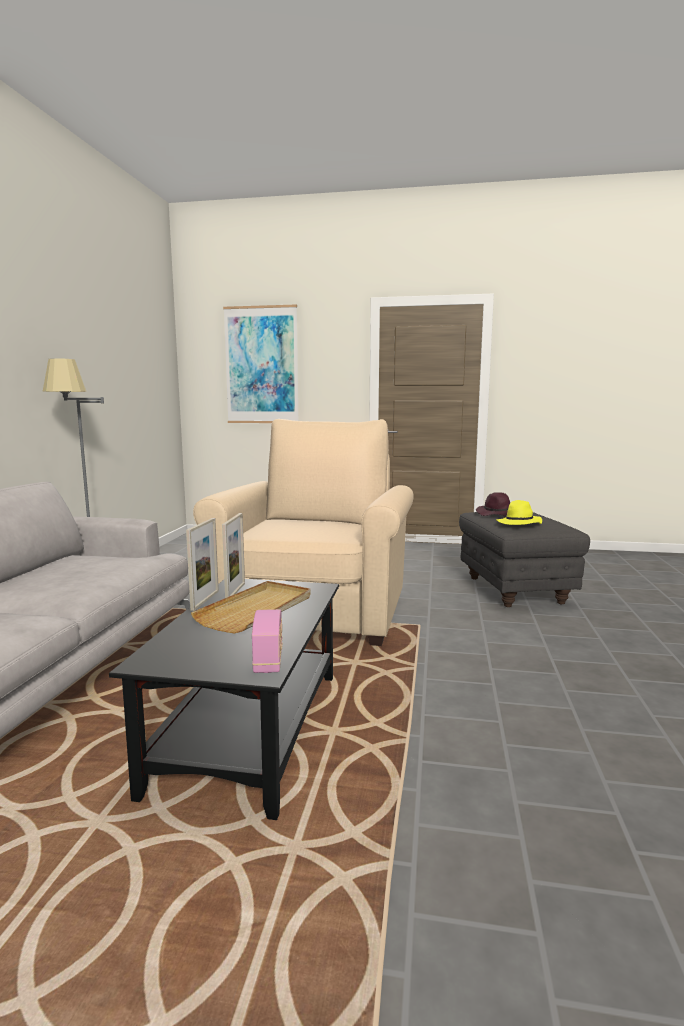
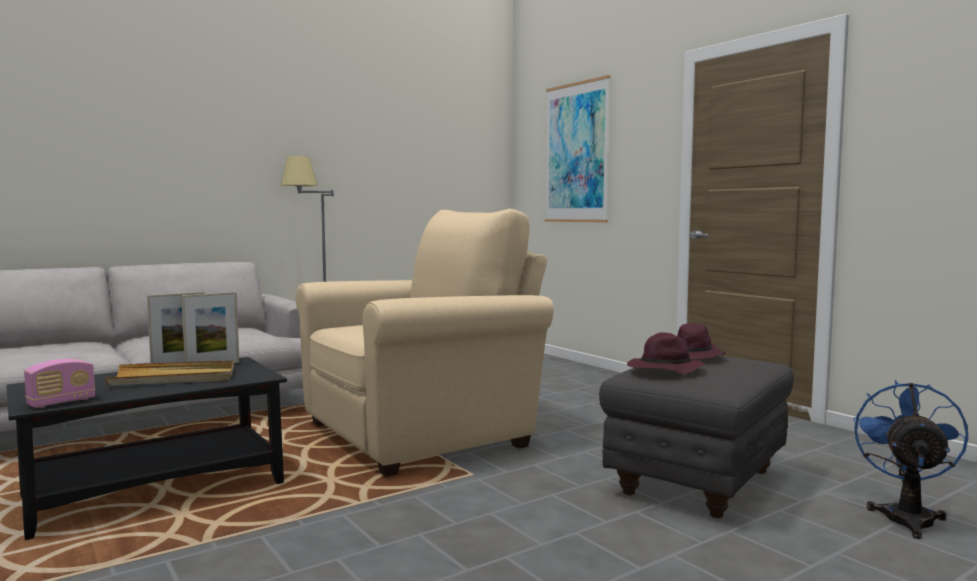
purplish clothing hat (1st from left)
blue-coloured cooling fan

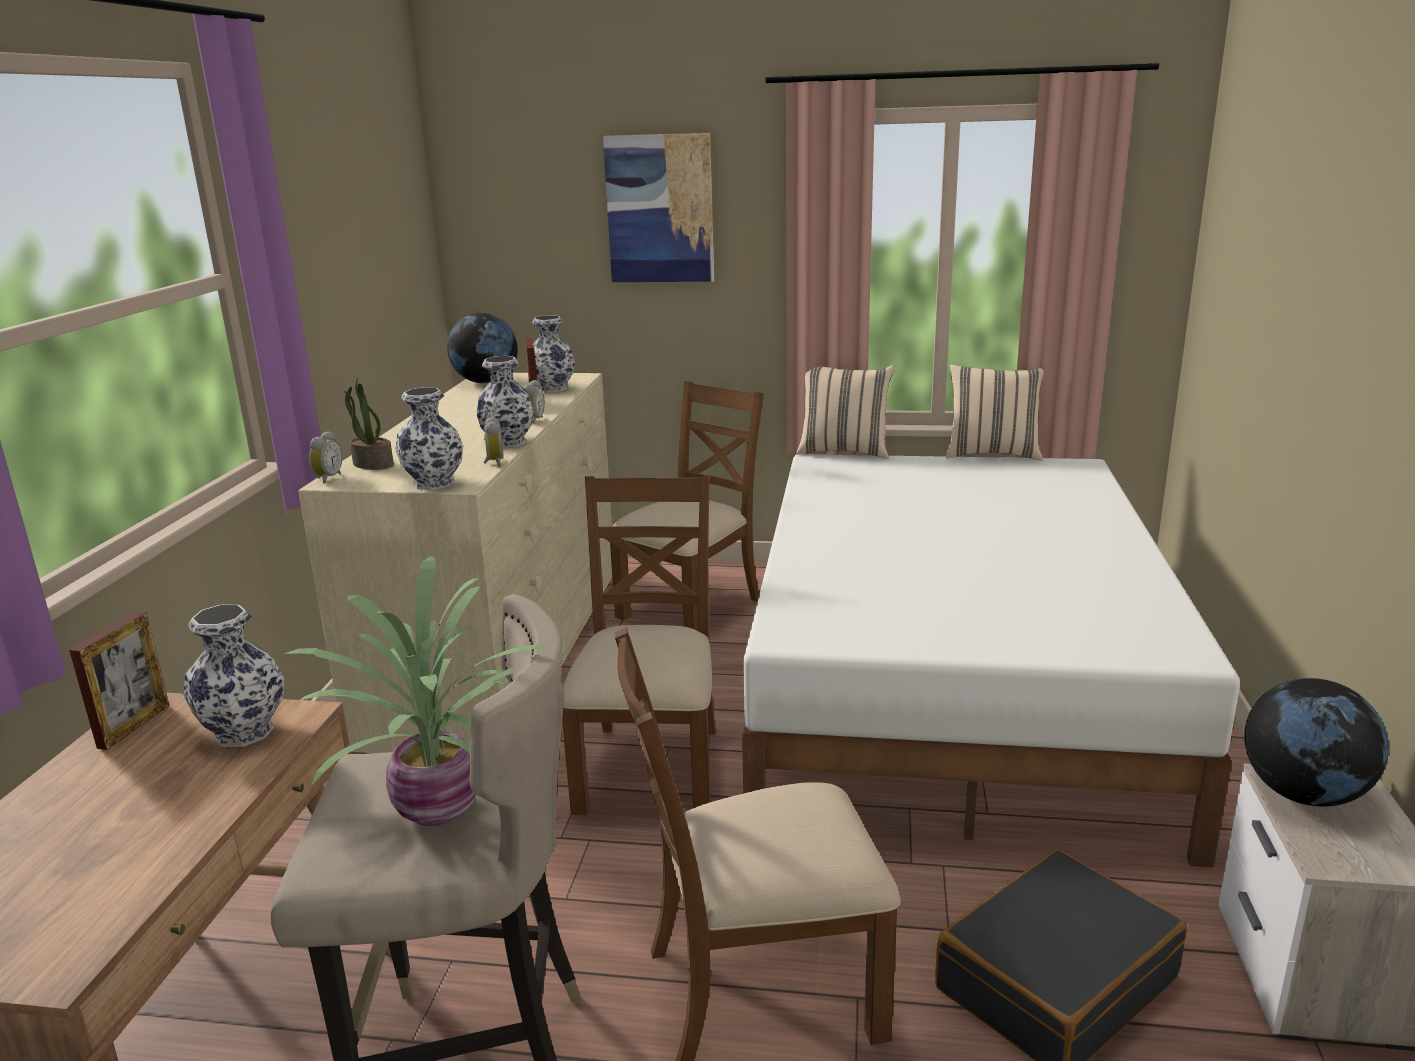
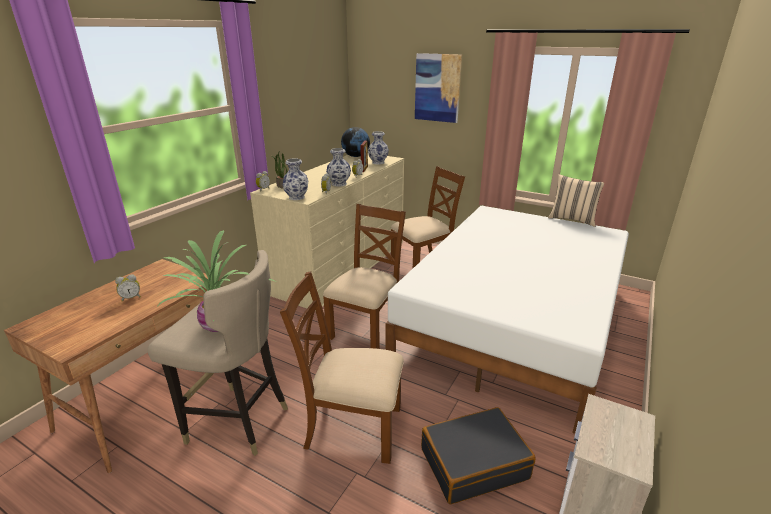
sand-coloured cushion (1st from left in the first image)
vase (1st from left in the first image)
picture frame (1st from left in the first image)
world globe (2nd from left in the first image)
alarm clock (1st from left)

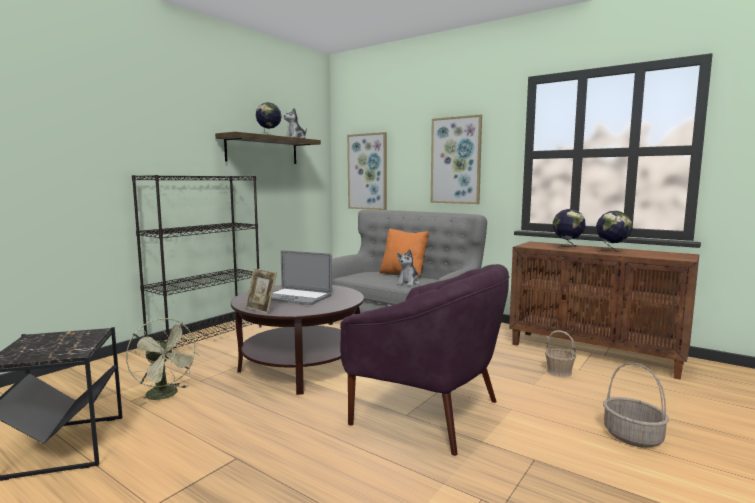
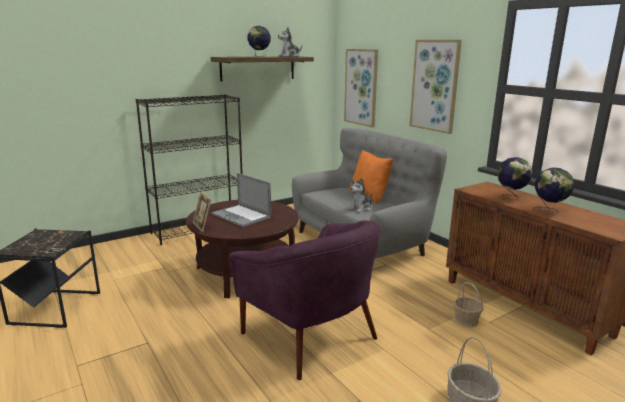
green-coloured cooling fan

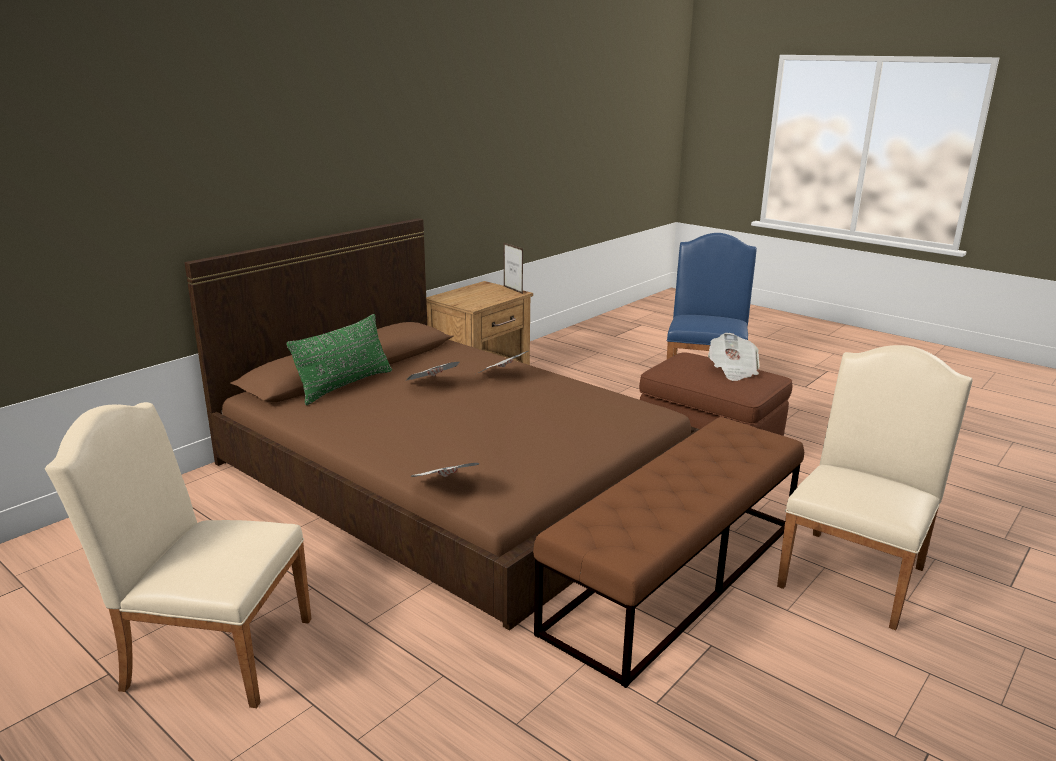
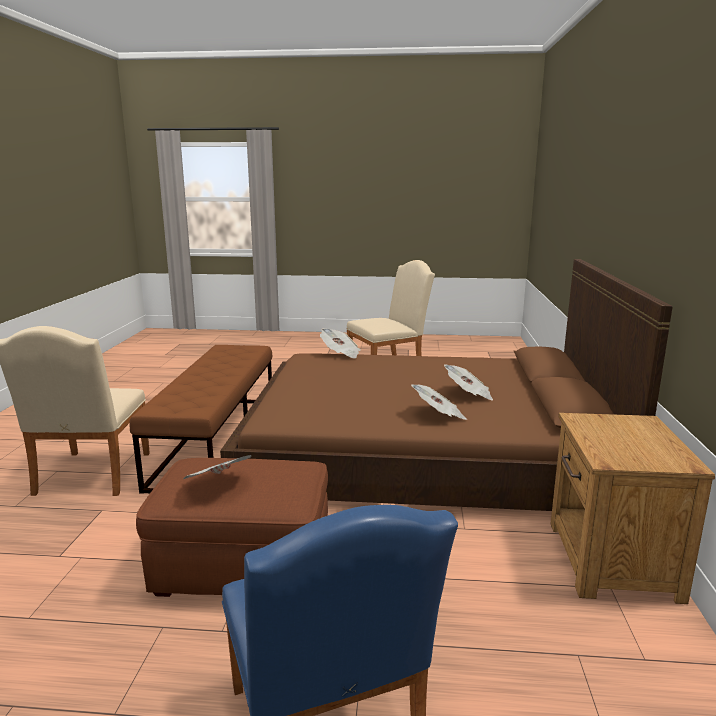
picture frame
green-coloured cushion

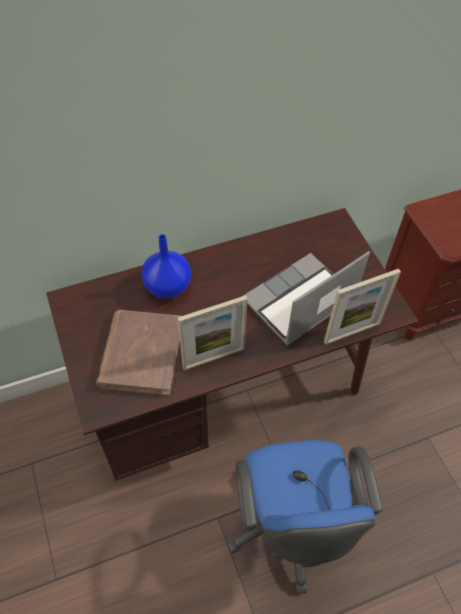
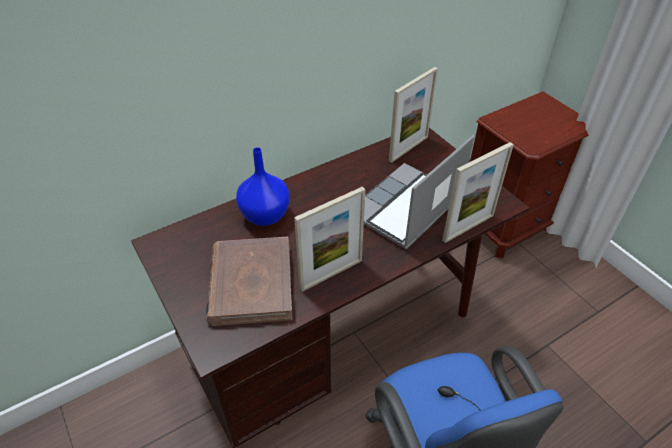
picture frame (2nd from left)

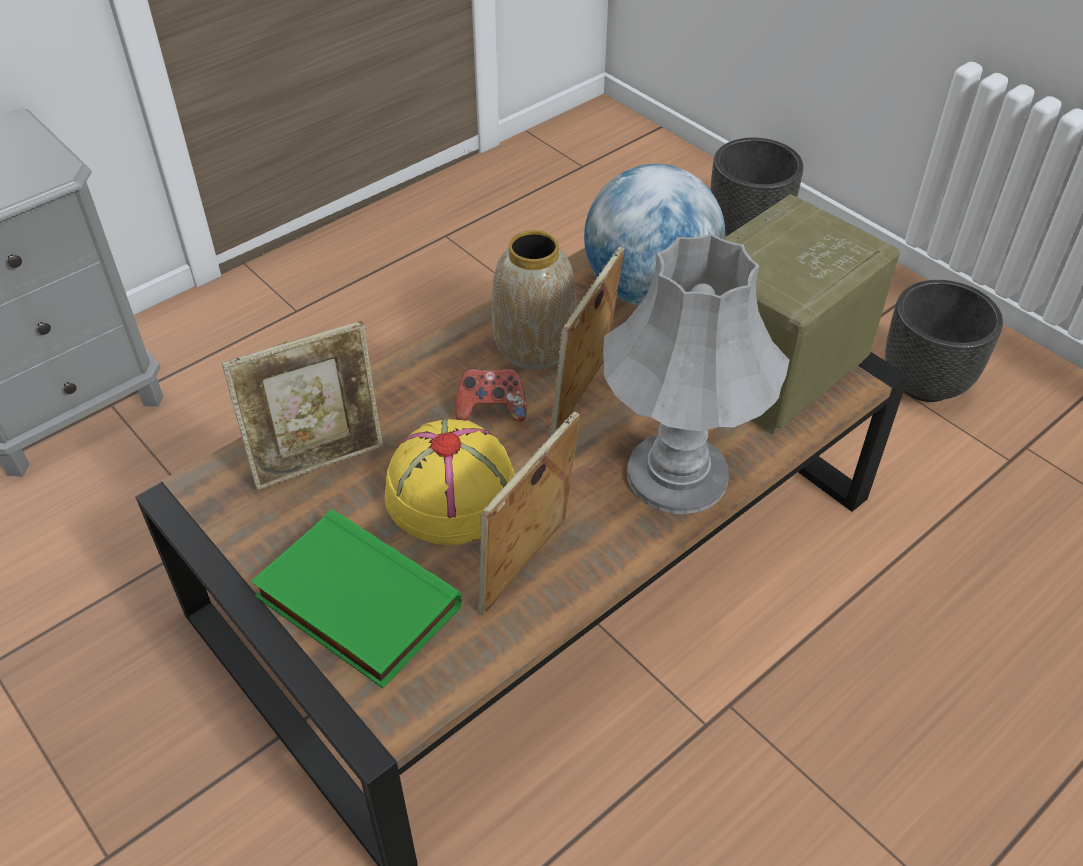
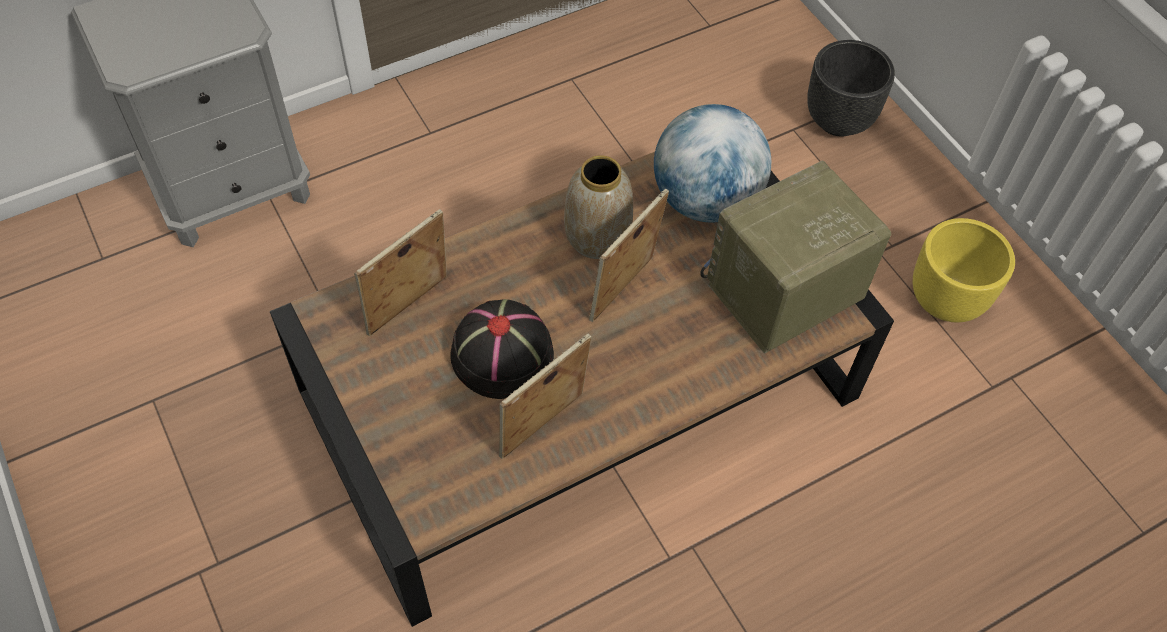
grey tabletop lamp
yellow plant pot
picture frame (1st from left)
gamepad
black-coloured clothing hat
green-coloured volume

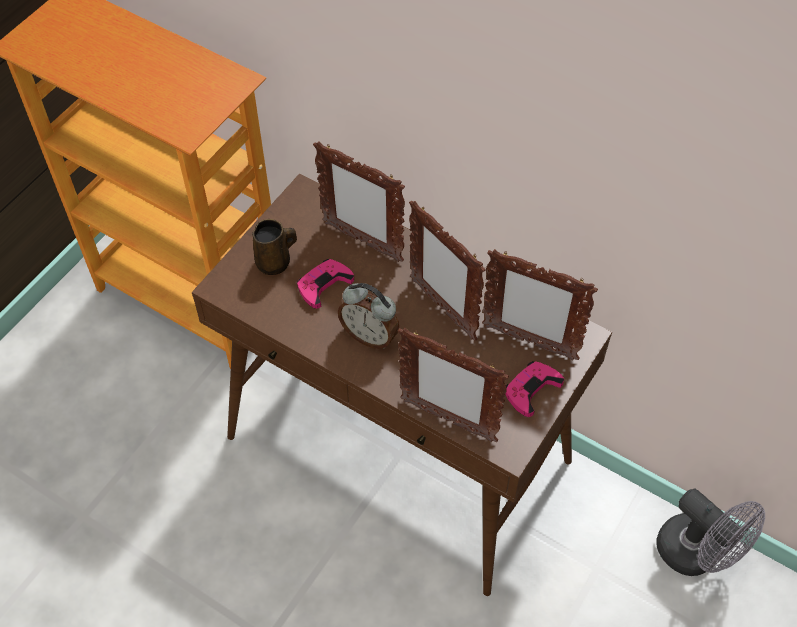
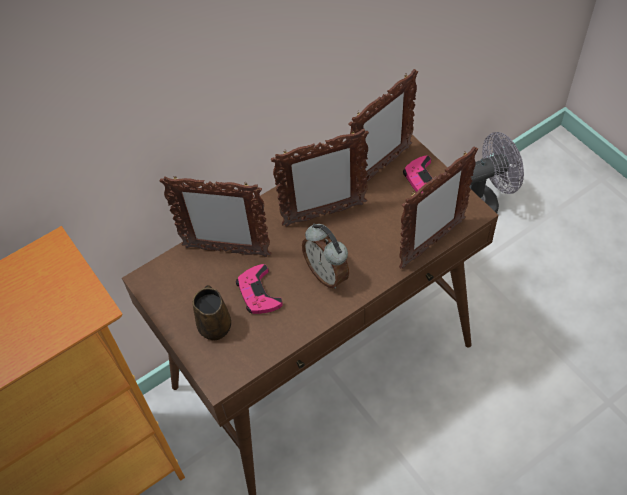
picture frame (1st from left)
alarm clock

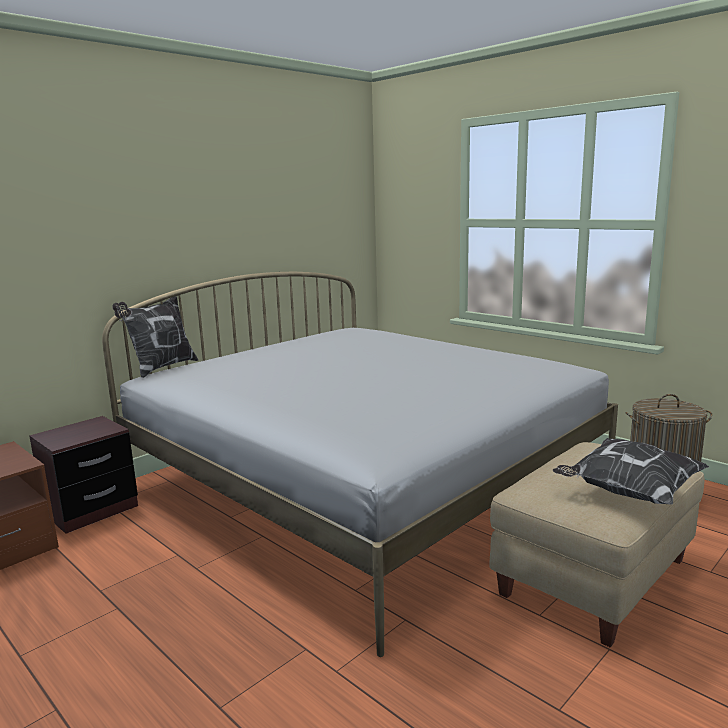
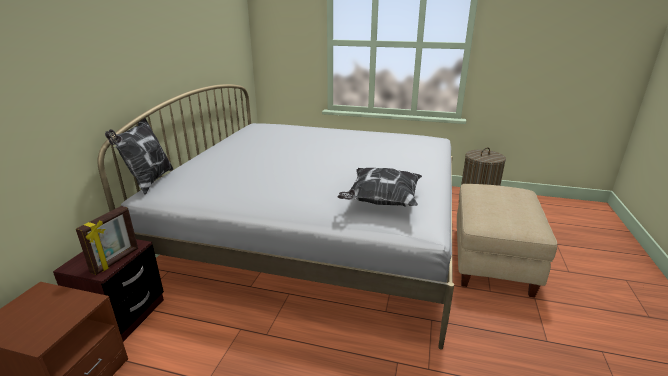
cushion (2nd from left)
picture frame

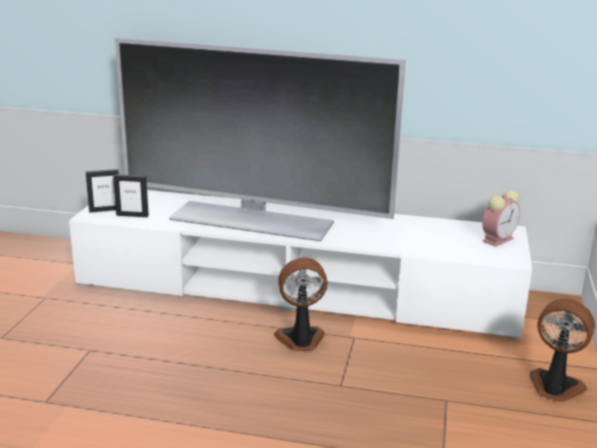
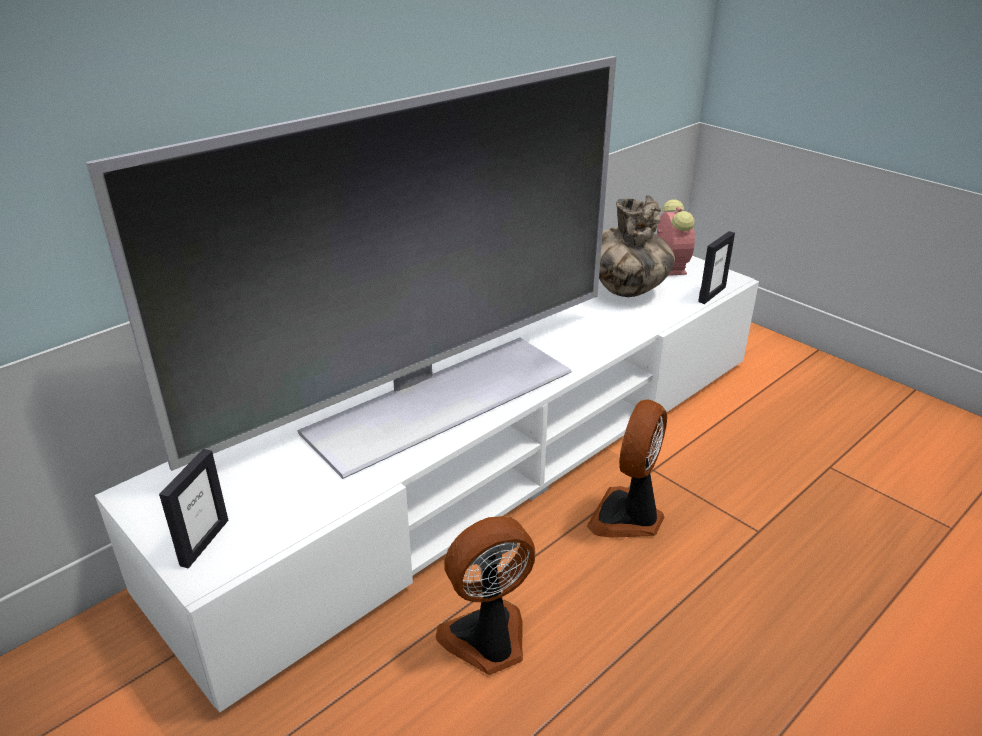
picture frame (2nd from left)
cooling fan (1st from left)
vase

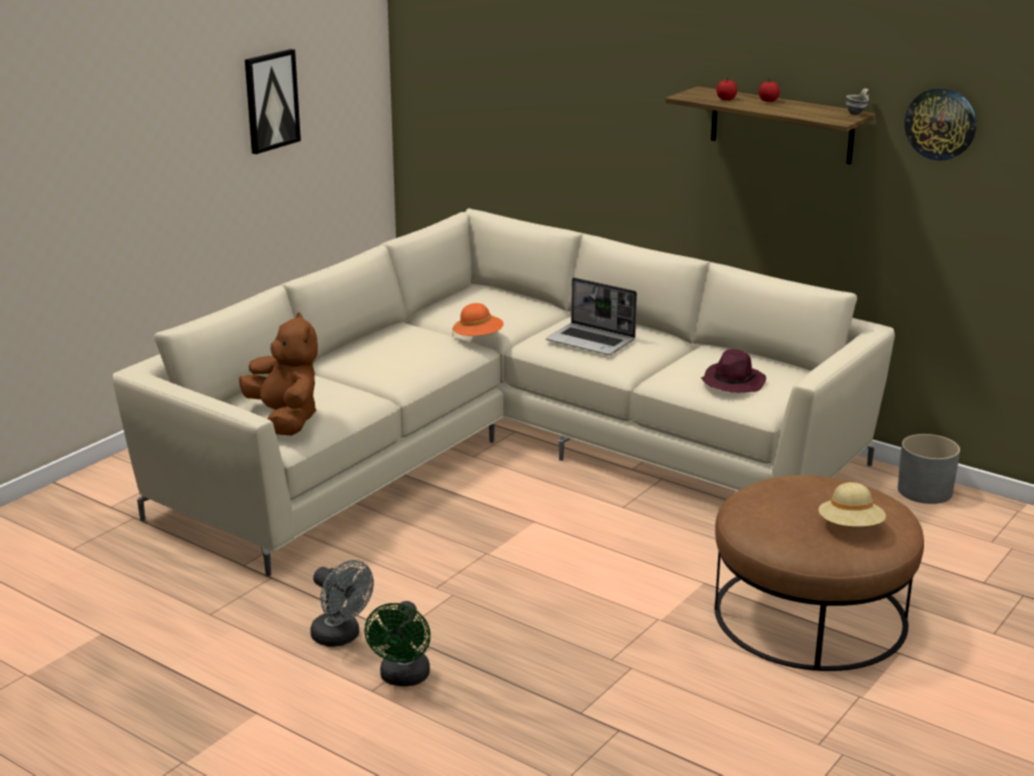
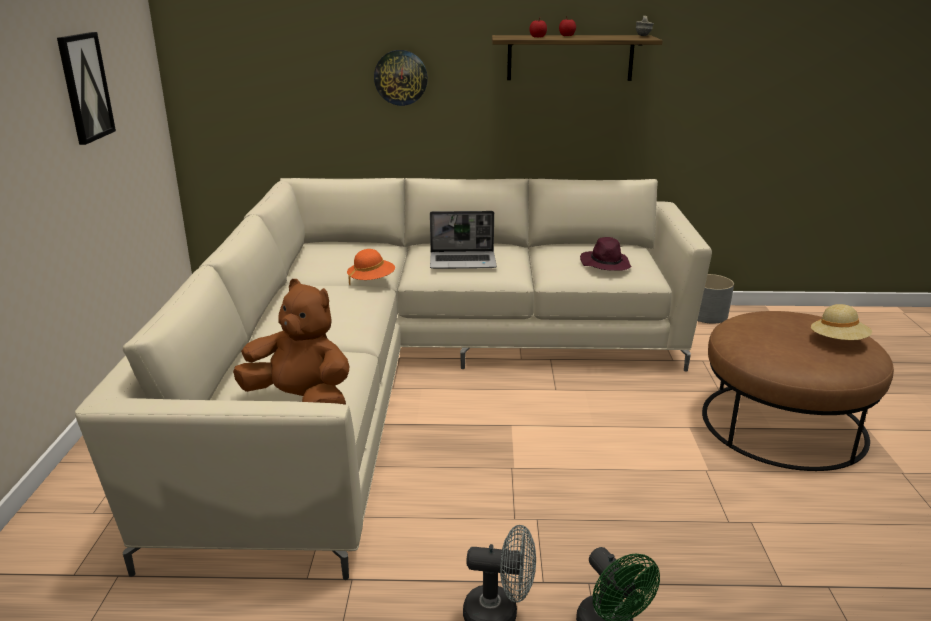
hanging clock

